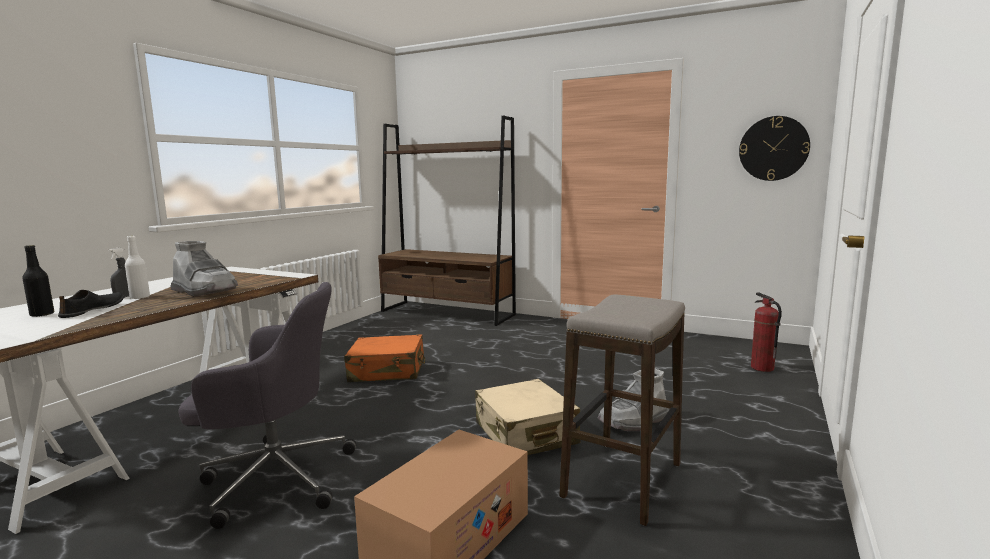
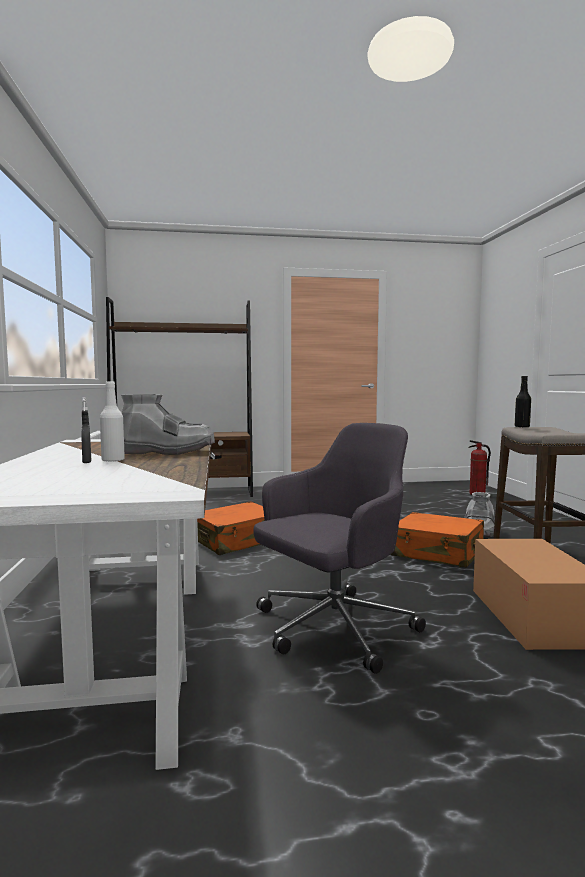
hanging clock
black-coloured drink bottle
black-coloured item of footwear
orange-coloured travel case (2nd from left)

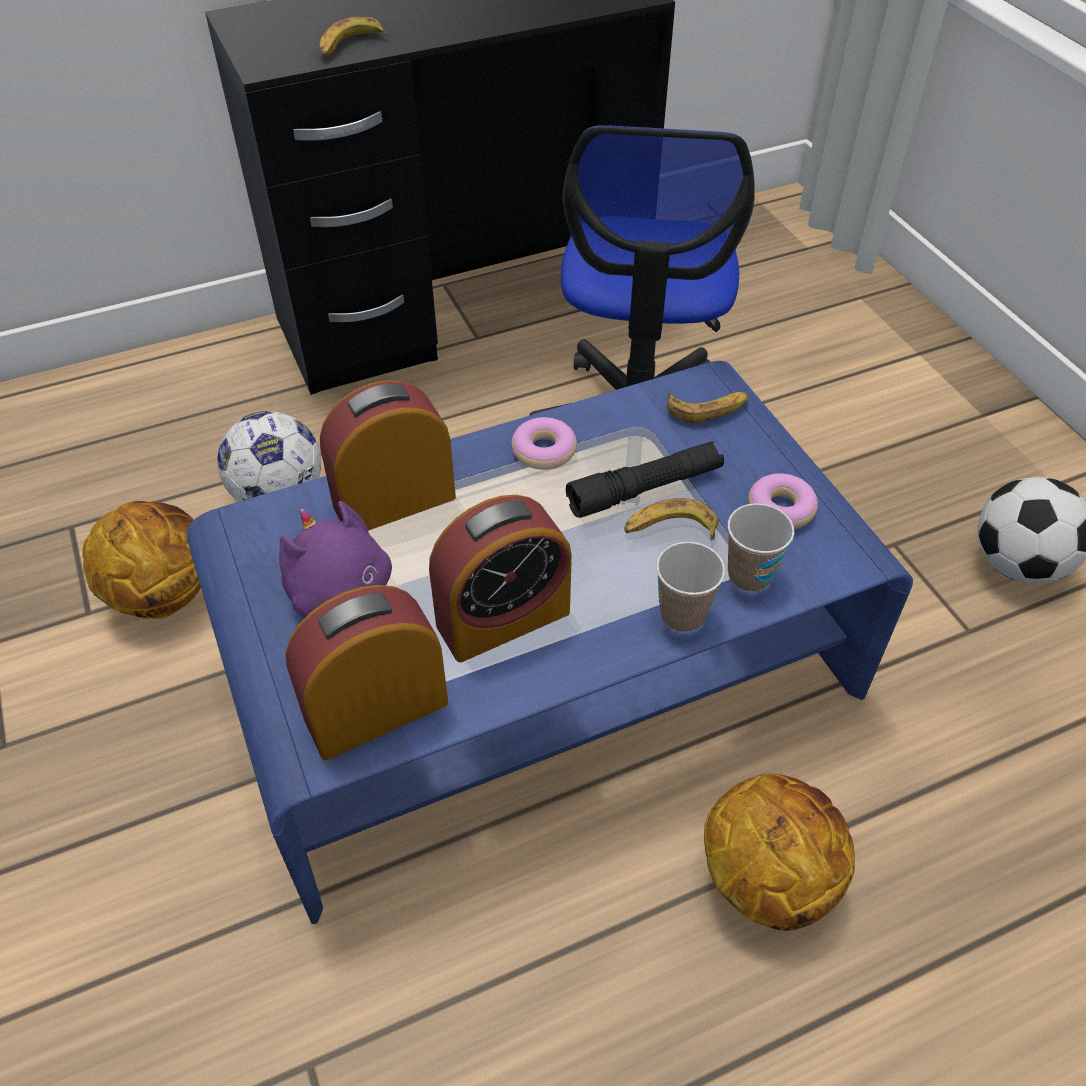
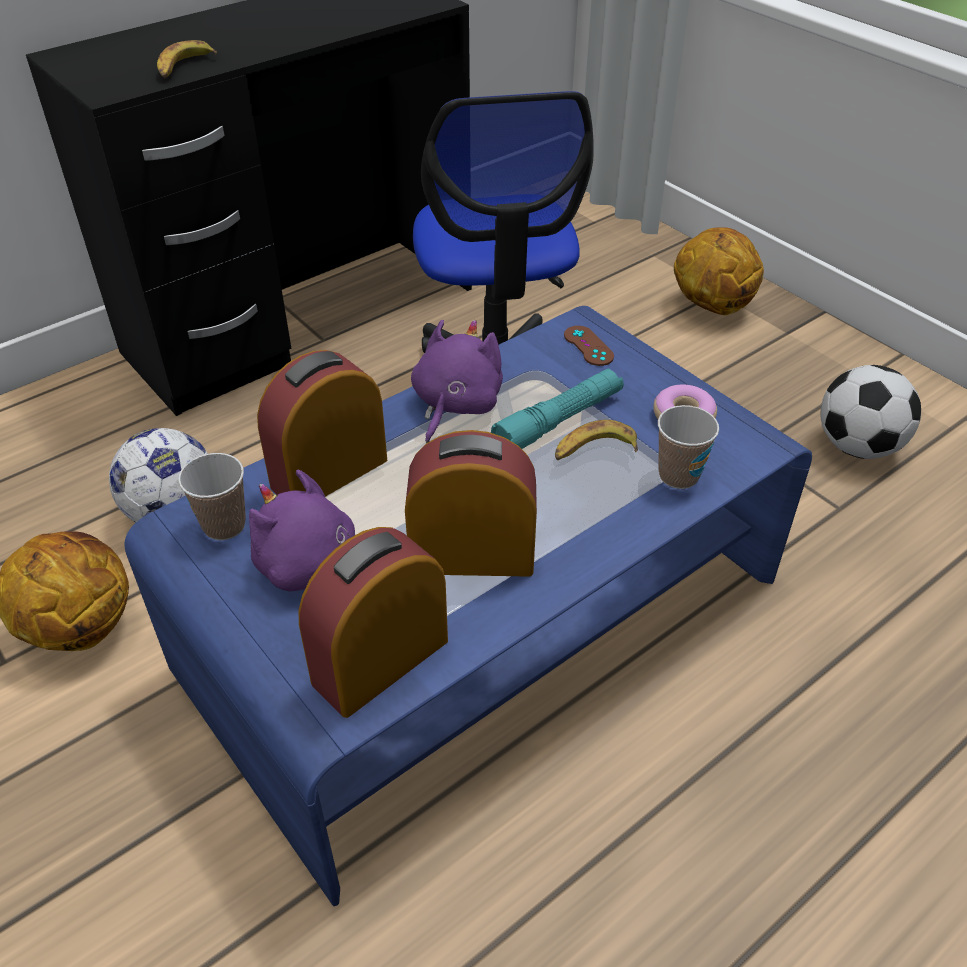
brownish gamepad
purplish soft toy (2nd from left)
blue-green hand torch
alarm clock (3rd from left)
small cup (1st from left)
basketball (2nd from left)

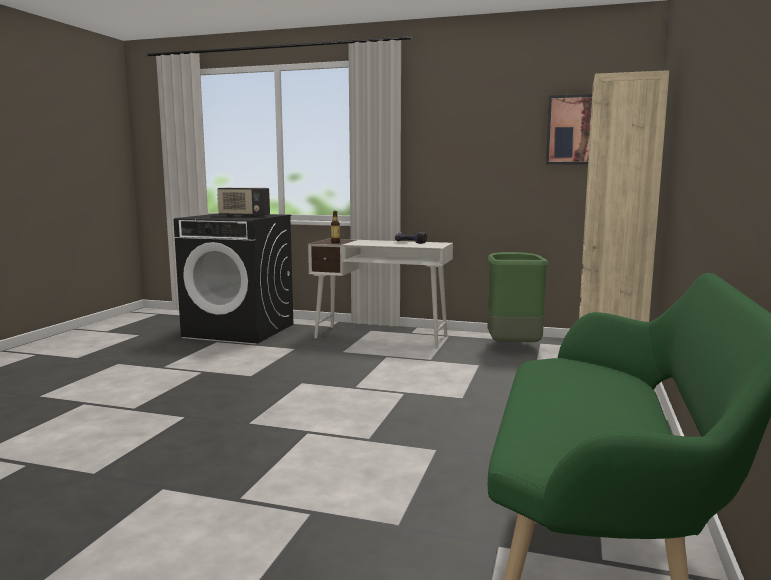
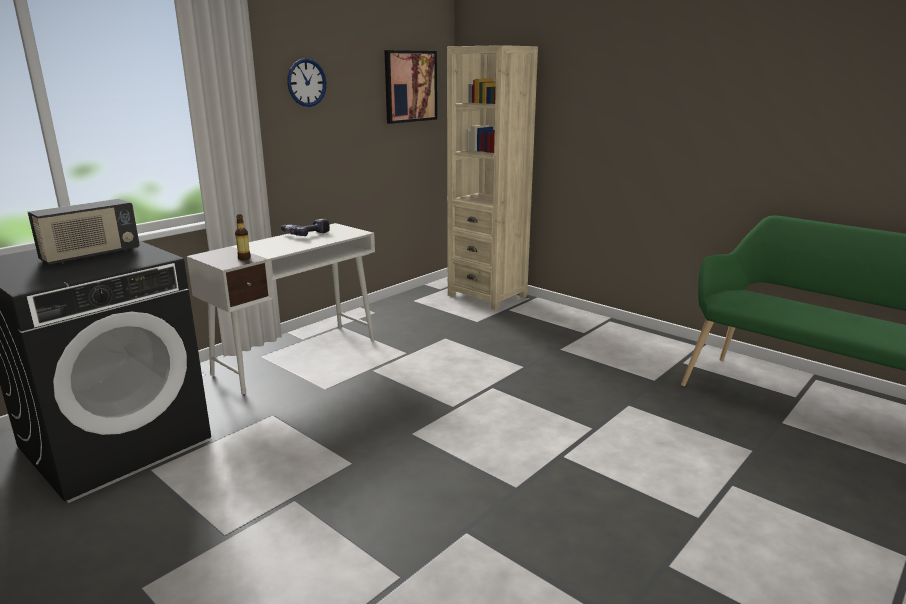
green-coloured waste bin
hanging clock

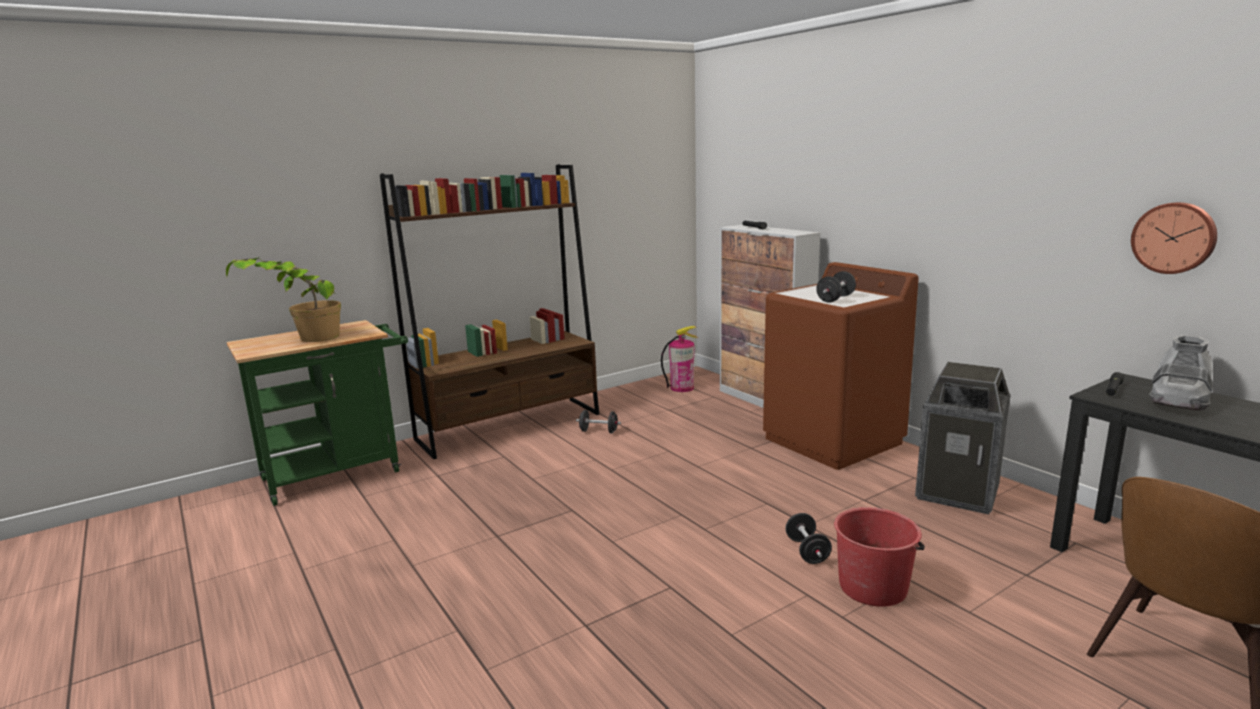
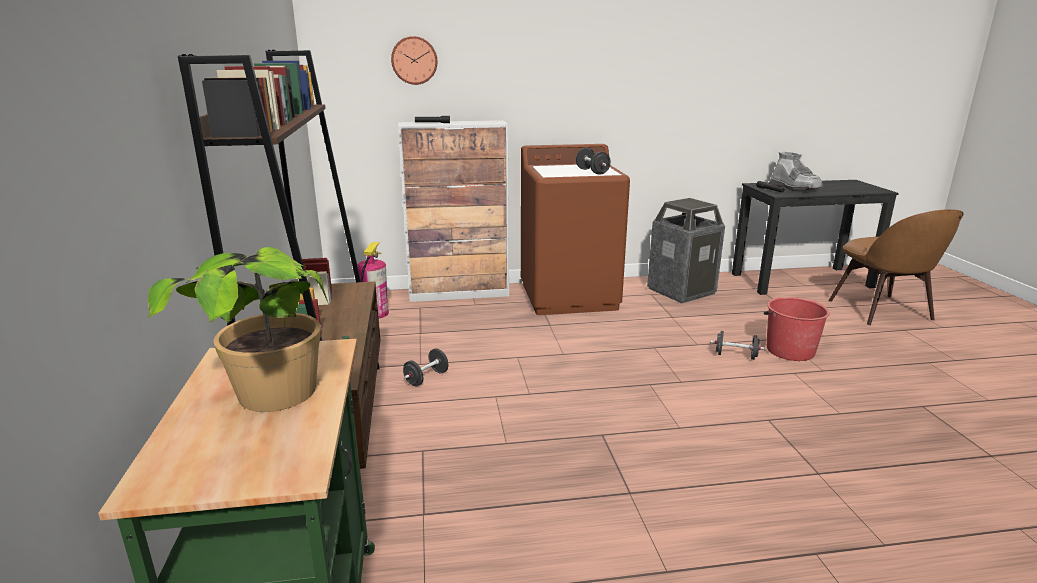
hanging clock

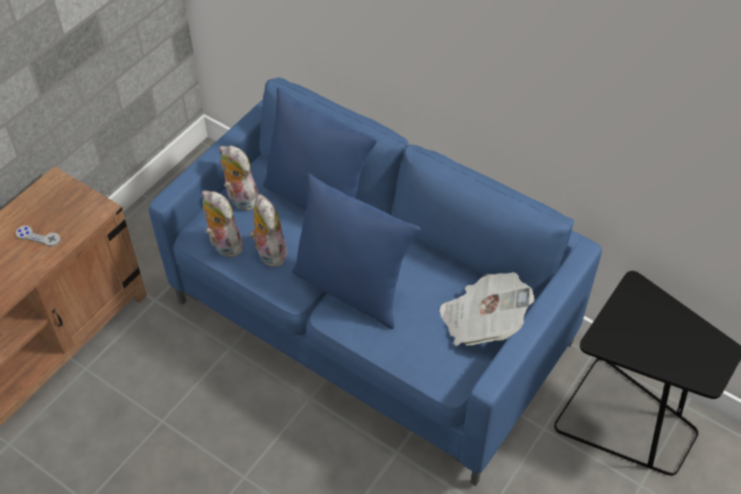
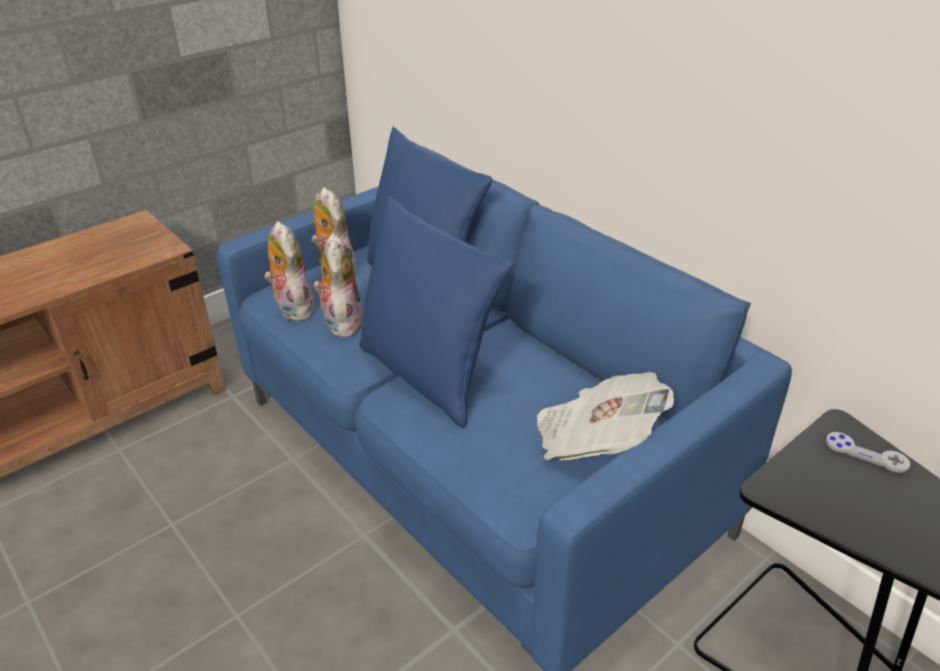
grey gamepad

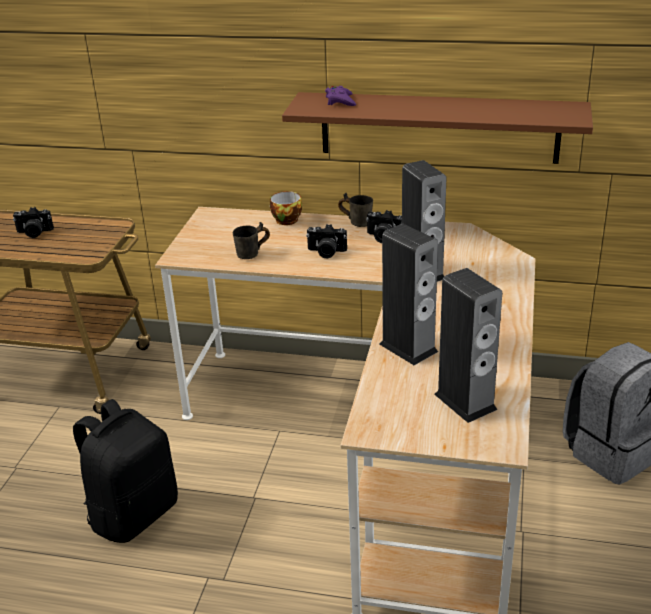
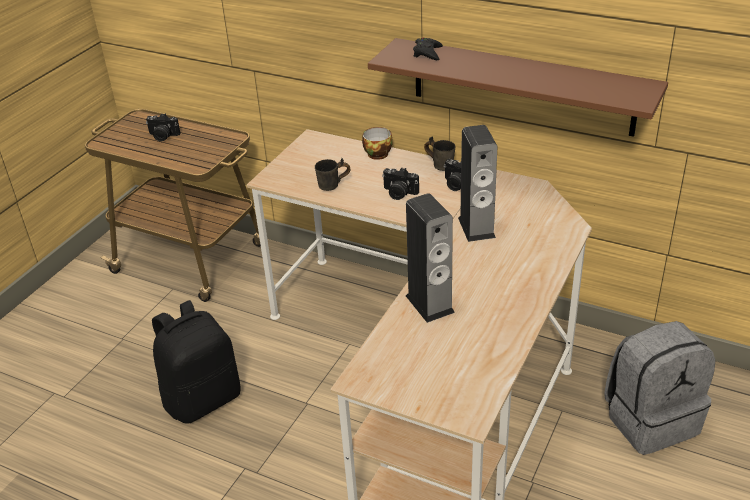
black-coloured gamepad
loudspeaker (3rd from left in the first image)

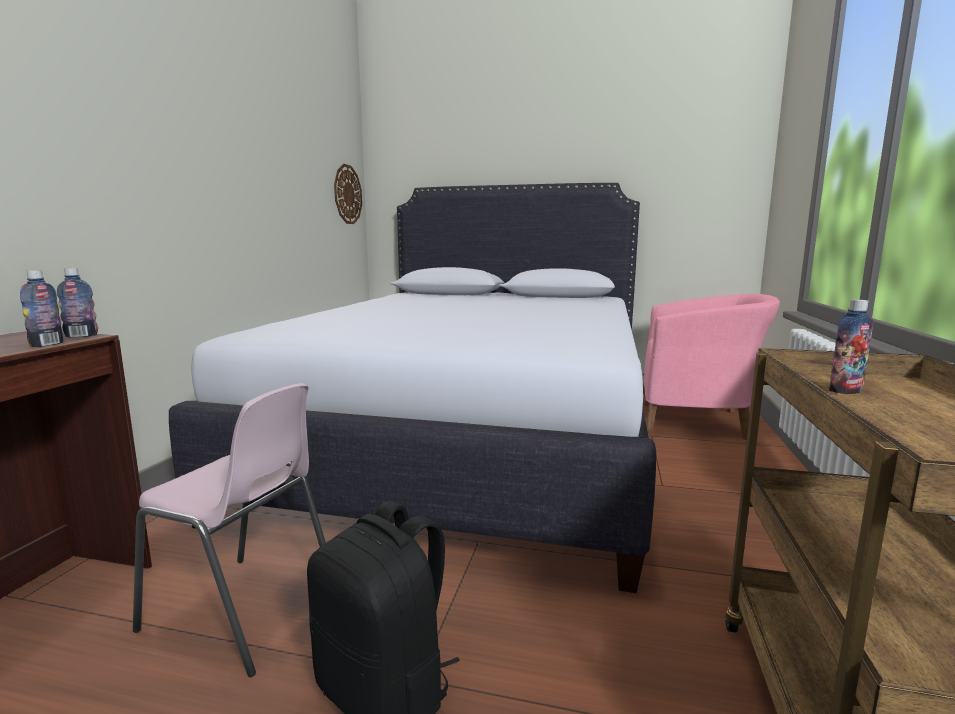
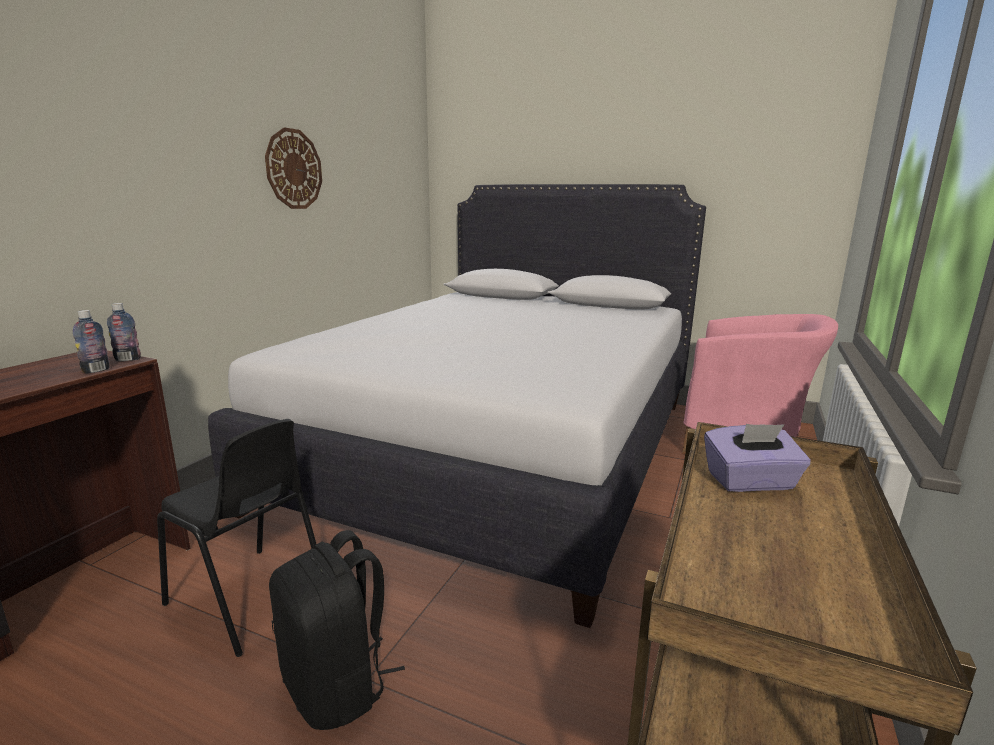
hanging clock
purplish tissue box
black-coloured plain chair

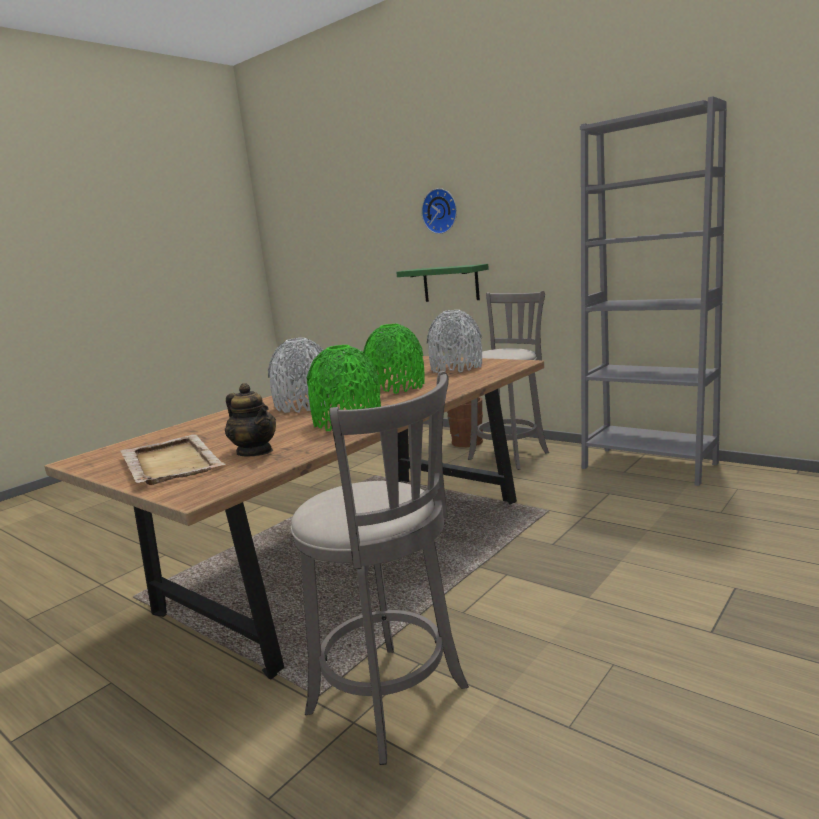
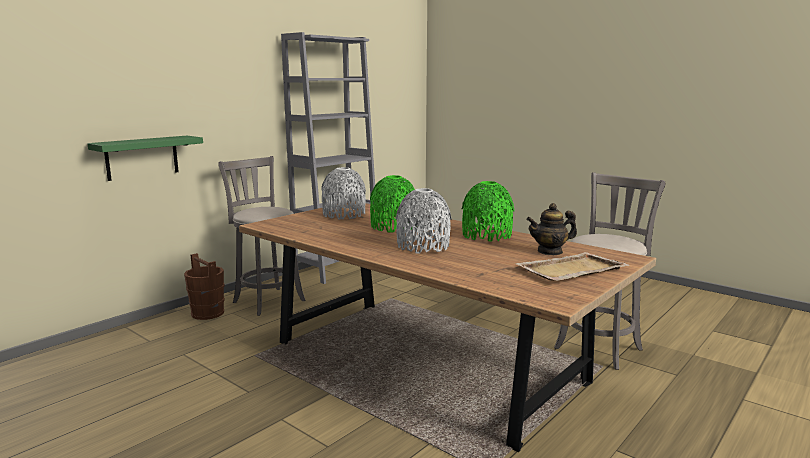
hanging clock
pot for tea

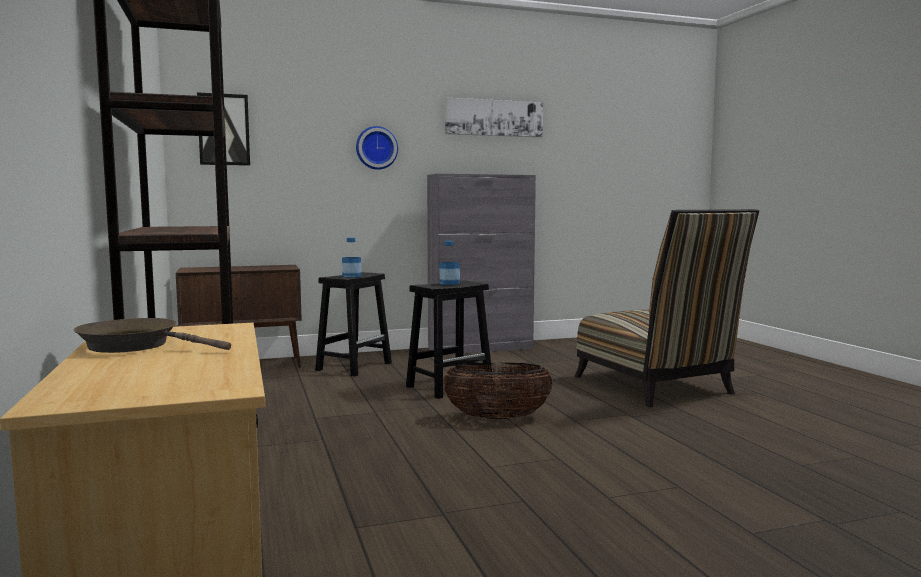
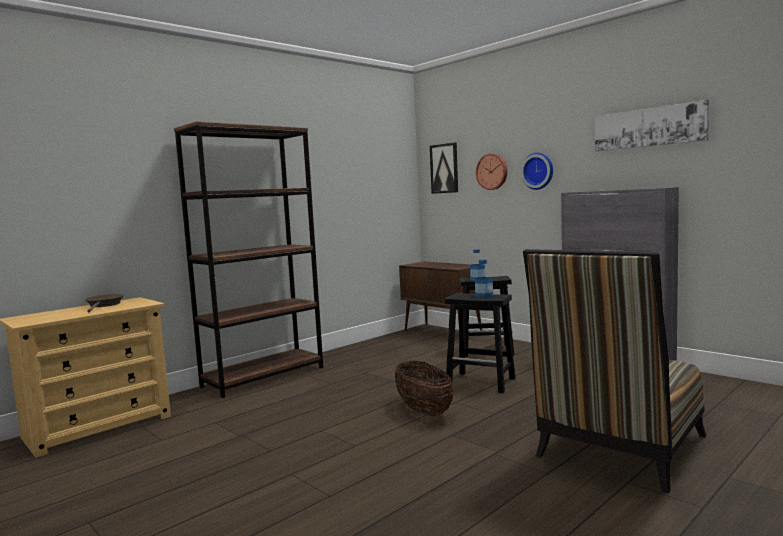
hanging clock (1st from left)

